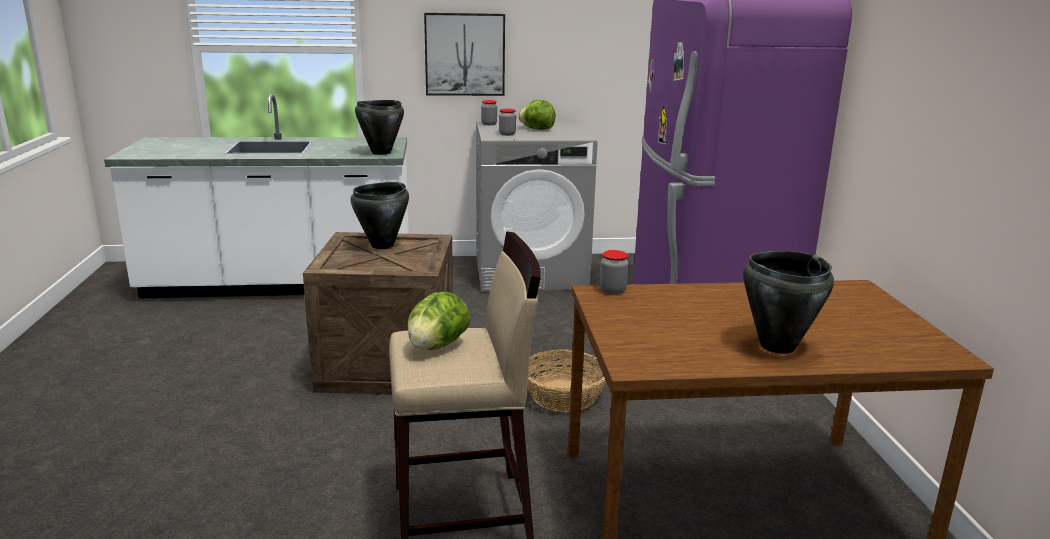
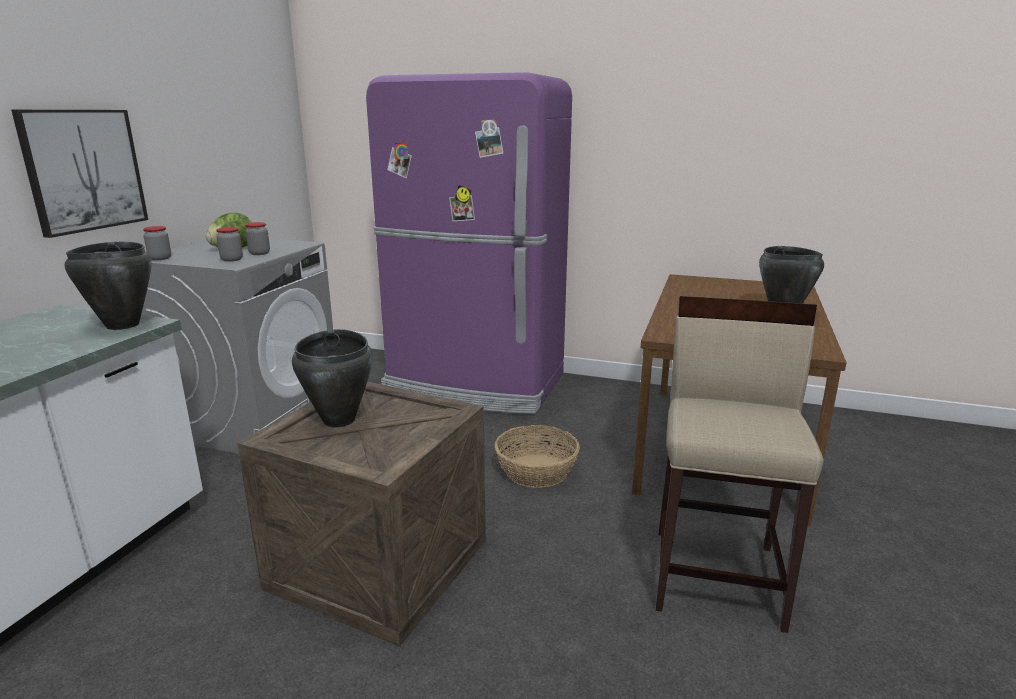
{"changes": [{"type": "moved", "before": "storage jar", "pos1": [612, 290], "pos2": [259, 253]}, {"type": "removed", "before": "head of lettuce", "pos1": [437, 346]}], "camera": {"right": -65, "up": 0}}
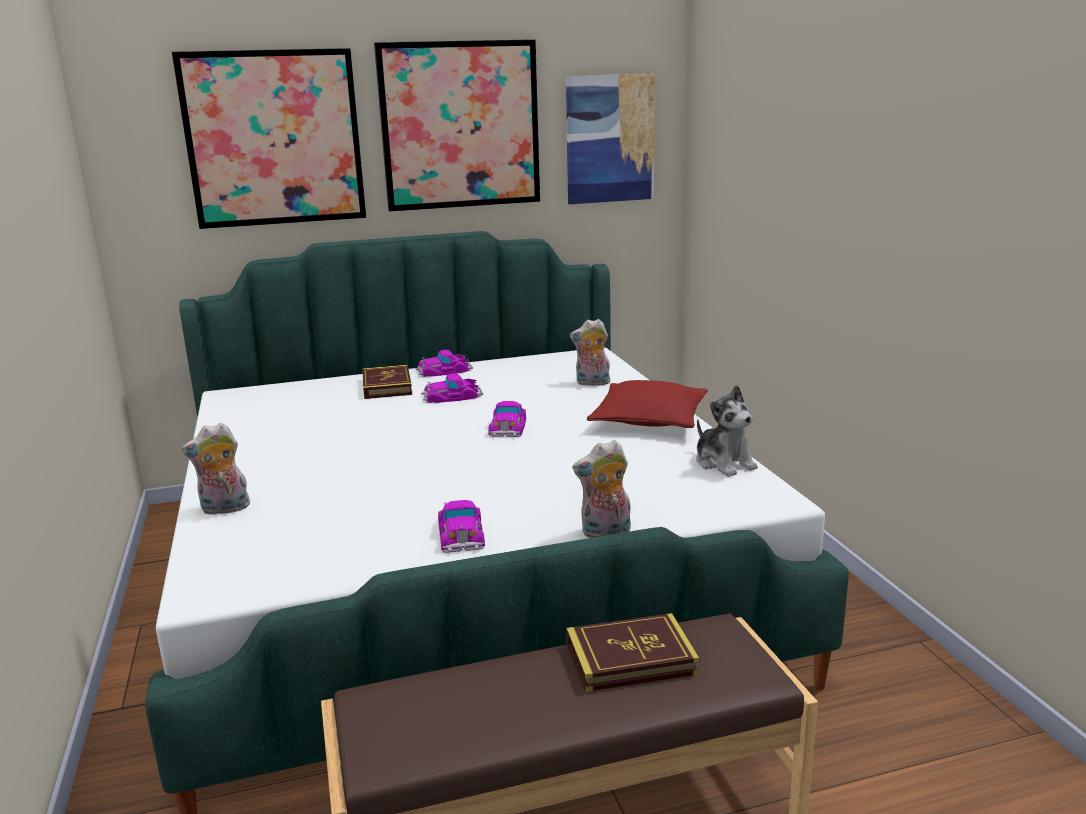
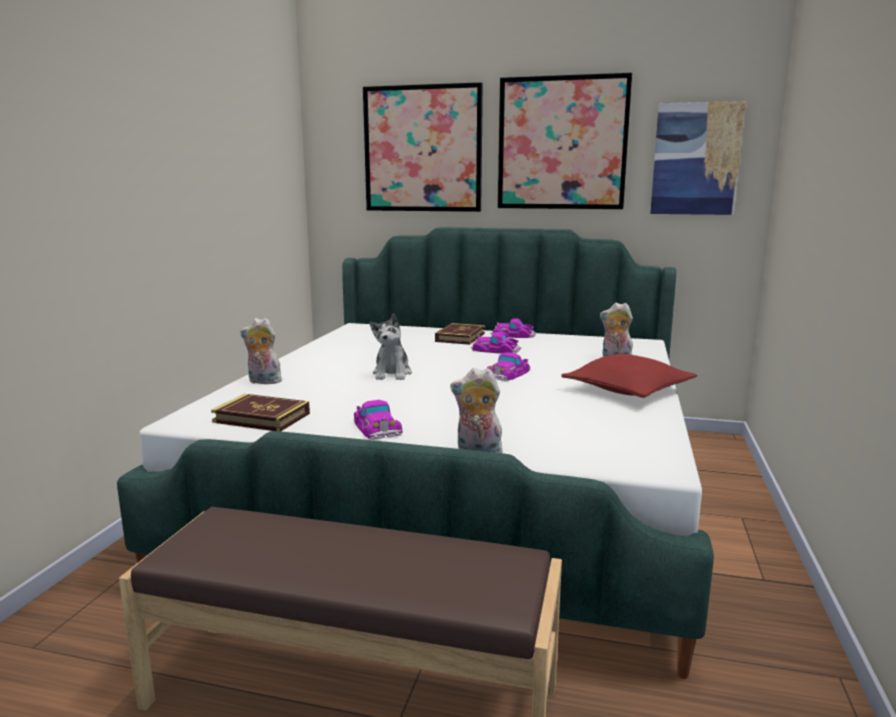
{"changes": [{"type": "moved", "before": "cuddly toy", "pos1": [724, 463], "pos2": [392, 374]}, {"type": "turned", "before": "toy car", "pos1": [461, 533], "pos2": [376, 427], "turn": -45}, {"type": "moved", "before": "volume", "pos1": [630, 659], "pos2": [262, 418]}], "camera": {"right": 30, "up": -5}}
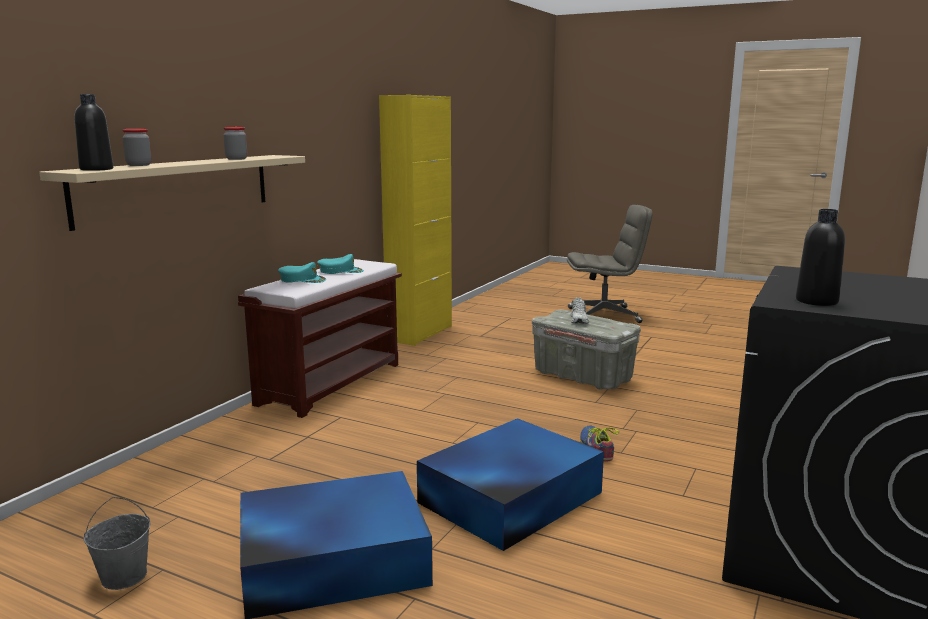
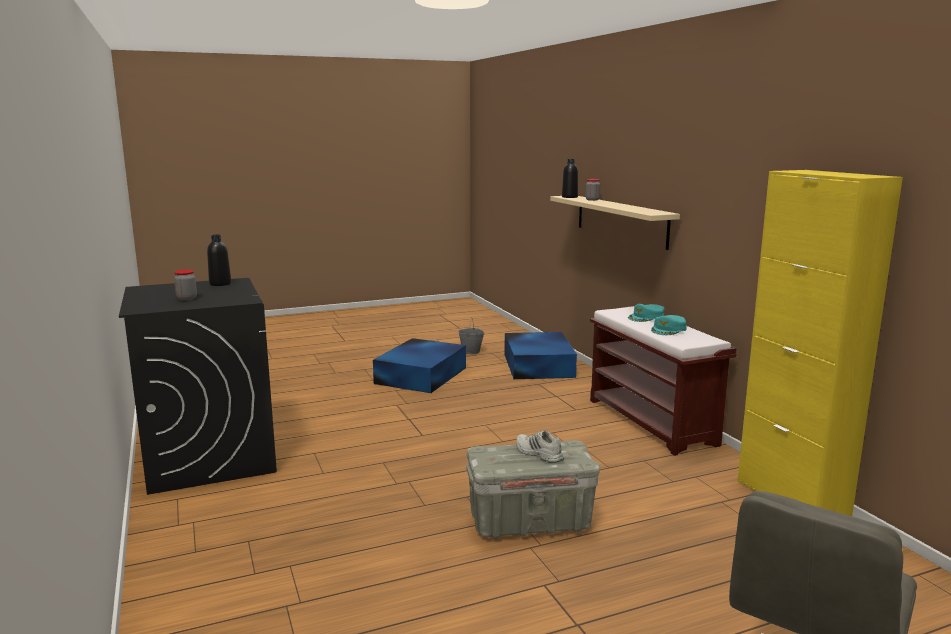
{"changes": [{"type": "moved", "before": "storage jar", "pos1": [236, 159], "pos2": [187, 298]}, {"type": "moved", "before": "blue storage container", "pos1": [508, 498], "pos2": [538, 365]}, {"type": "removed", "before": "low shoe", "pos1": [596, 448]}], "camera": {"right": 130, "up": 0}}
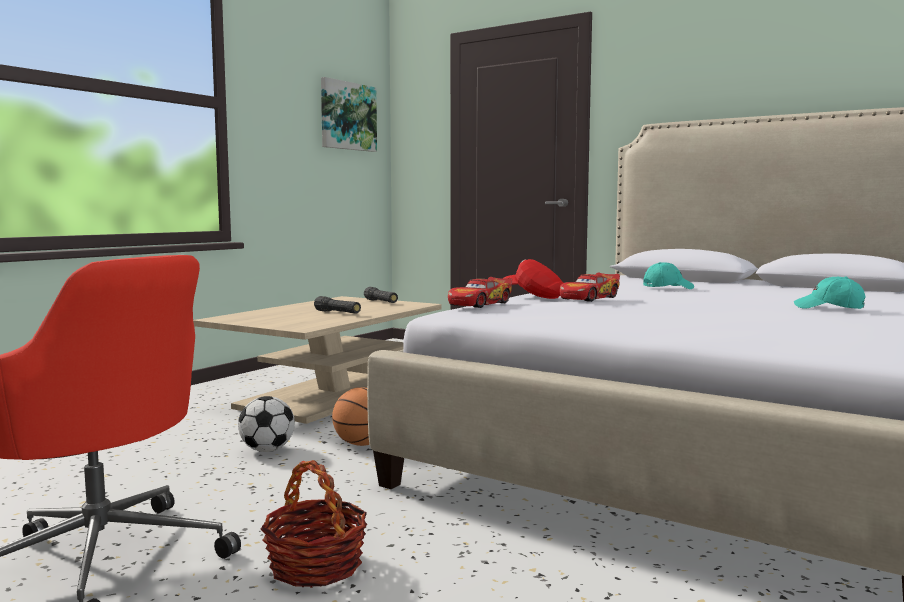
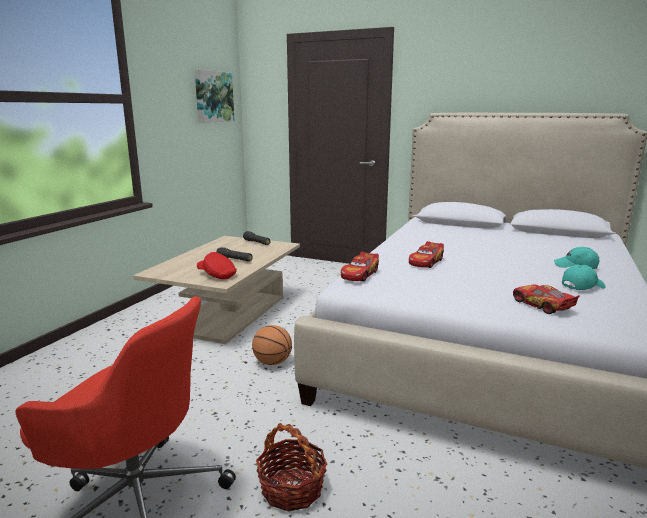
{"changes": [{"type": "moved", "before": "reddish cap", "pos1": [535, 296], "pos2": [217, 275]}, {"type": "moved", "before": "blue-green cap", "pos1": [667, 288], "pos2": [582, 286]}, {"type": "removed", "before": "ball for football", "pos1": [267, 450]}, {"type": "added", "after": "toy car", "pos2": [542, 305]}], "camera": {"right": -10, "up": 10}}
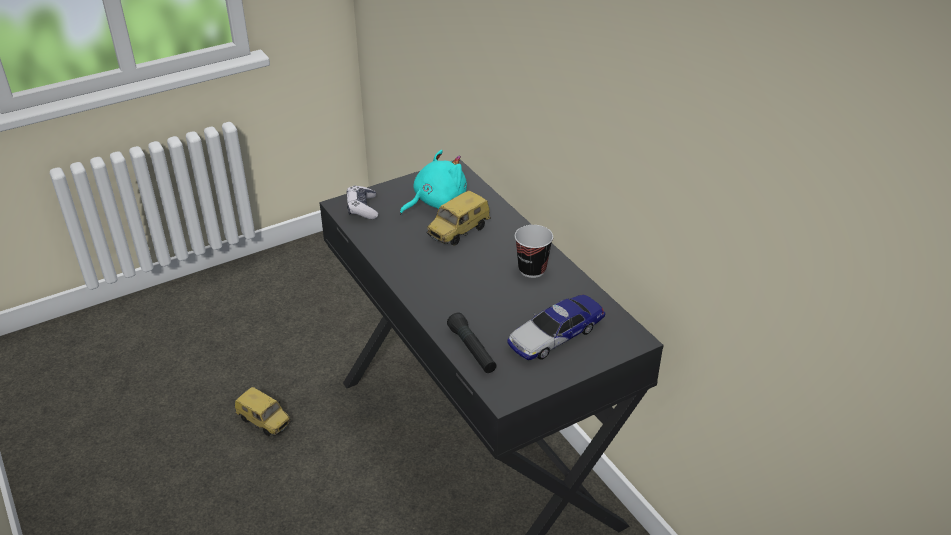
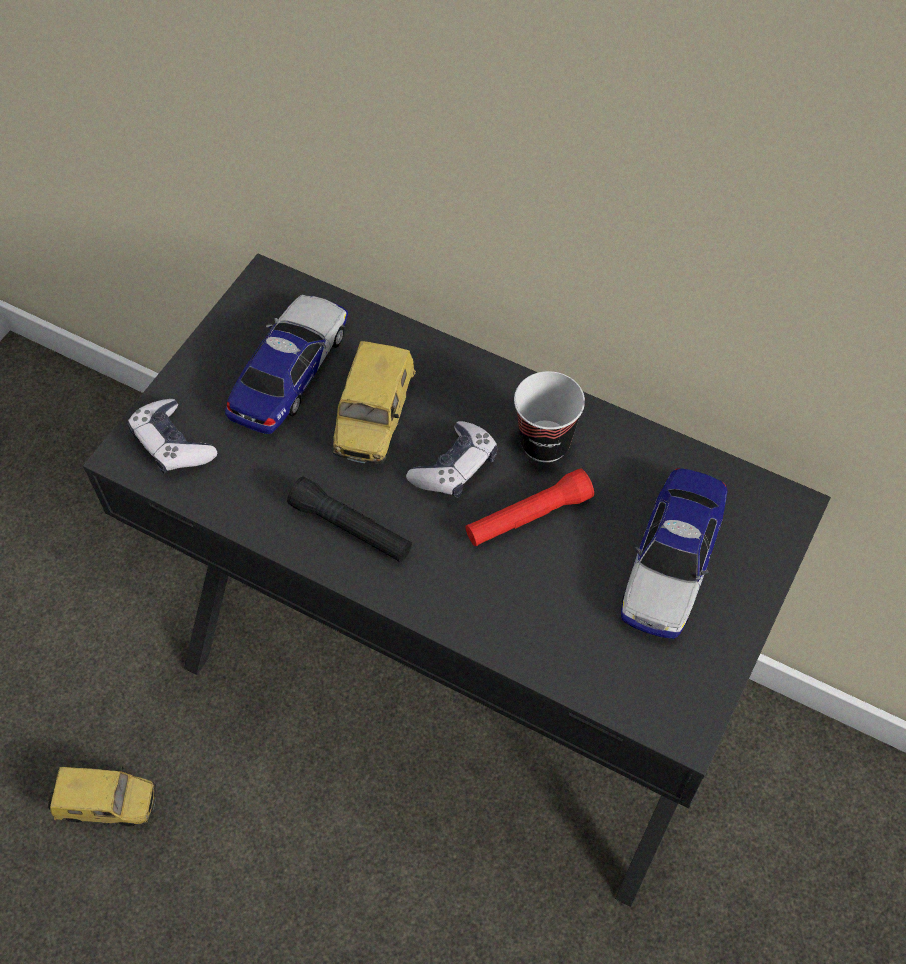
{"changes": [{"type": "replaced", "before": "blue-green cuddly toy", "after": "toy car", "pos1": [436, 202], "pos2": [290, 371]}, {"type": "moved", "before": "black-coloured hand torch", "pos1": [472, 350], "pos2": [351, 528]}, {"type": "added", "after": "gamepad", "pos2": [455, 467]}, {"type": "added", "after": "reddish hand torch", "pos2": [528, 517]}], "camera": {"right": -30, "up": 20}}
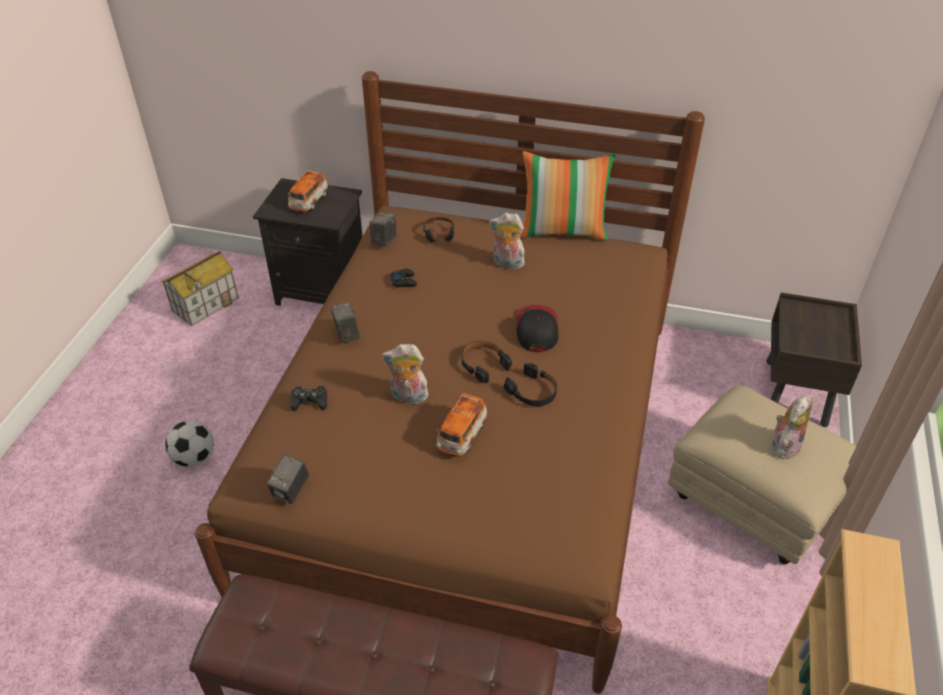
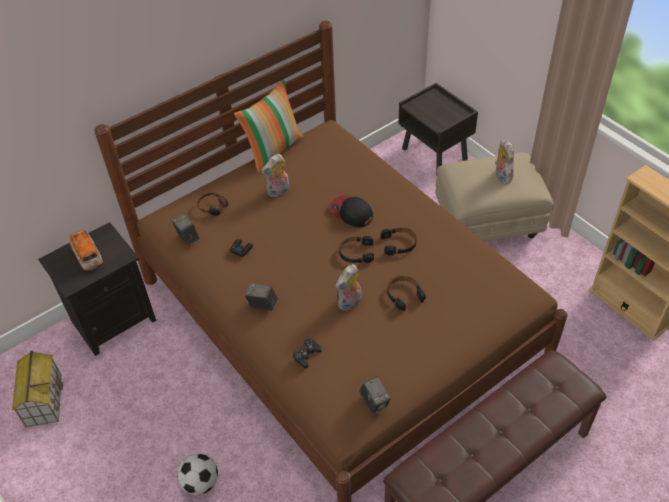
{"changes": [{"type": "replaced", "before": "toy car", "after": "black-coloured headphones", "pos1": [462, 435], "pos2": [404, 295]}], "camera": {"right": -50, "up": 5}}
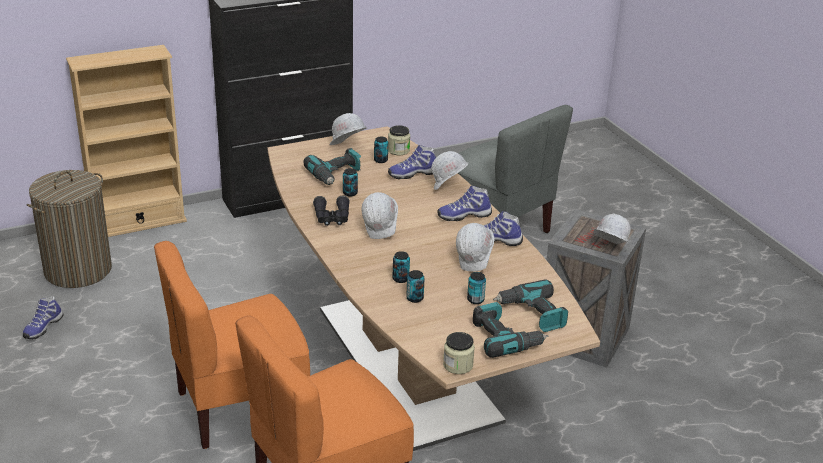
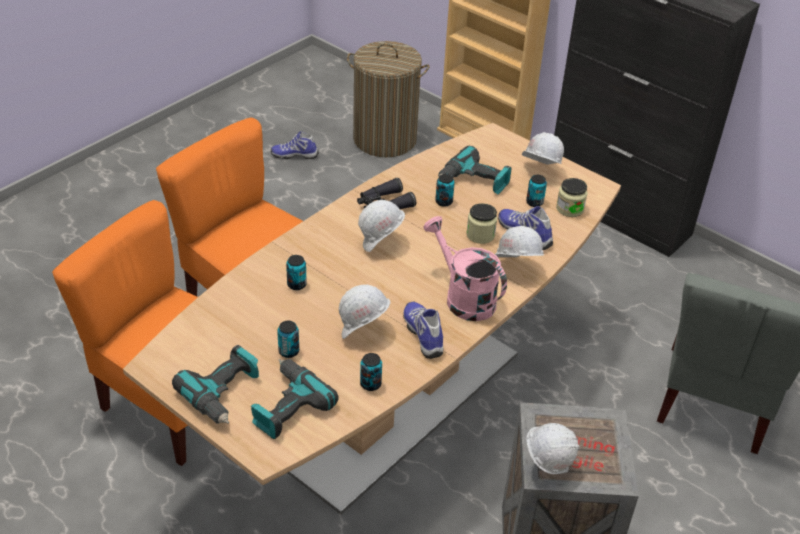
{"changes": [{"type": "replaced", "before": "low shoe", "after": "pink-coloured watering pot", "pos1": [464, 215], "pos2": [463, 297]}, {"type": "moved", "before": "can", "pos1": [415, 298], "pos2": [370, 384]}, {"type": "moved", "before": "storage jar", "pos1": [458, 365], "pos2": [480, 235]}], "camera": {"right": 65, "up": 10}}
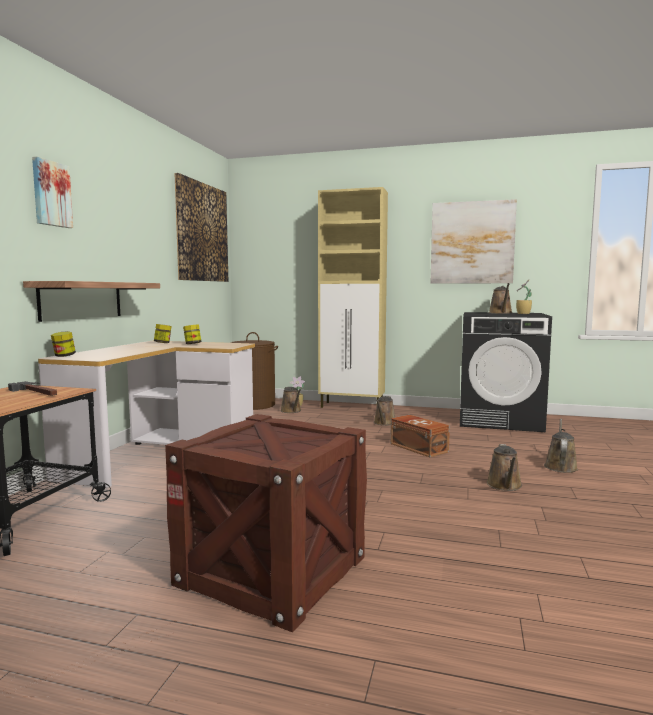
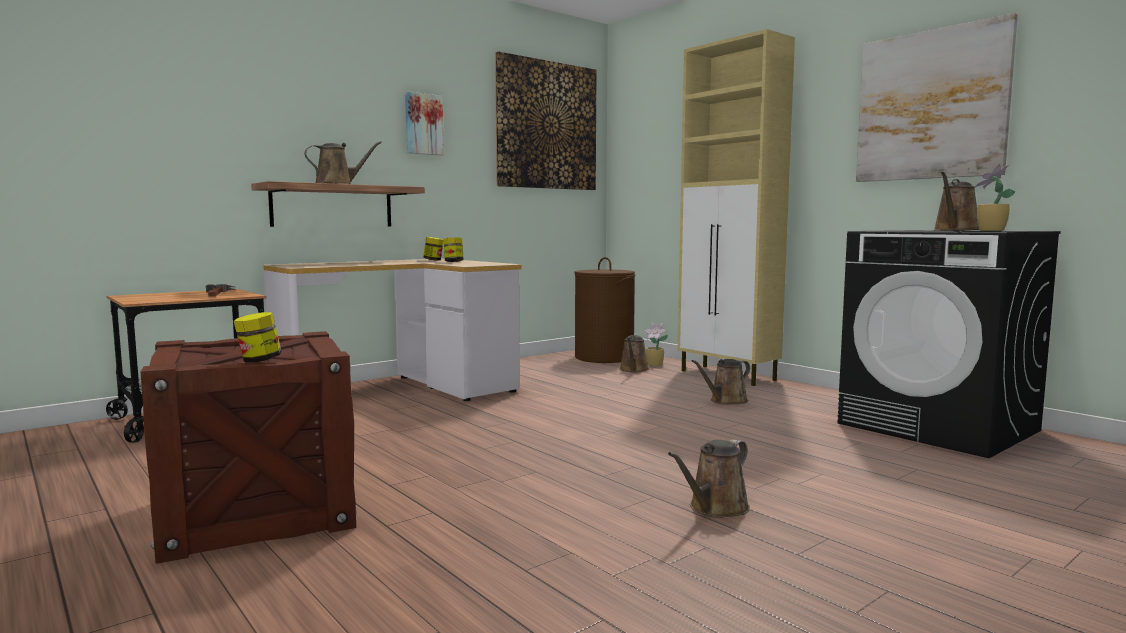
{"changes": [{"type": "moved", "before": "wall art", "pos1": [51, 194], "pos2": [423, 124]}, {"type": "moved", "before": "storage jar", "pos1": [64, 356], "pos2": [259, 360]}, {"type": "removed", "before": "brown-coloured storage container", "pos1": [418, 447]}, {"type": "moved", "before": "brown-coloured watering pot", "pos1": [560, 466], "pos2": [337, 184]}], "camera": {"right": 35, "up": 0}}
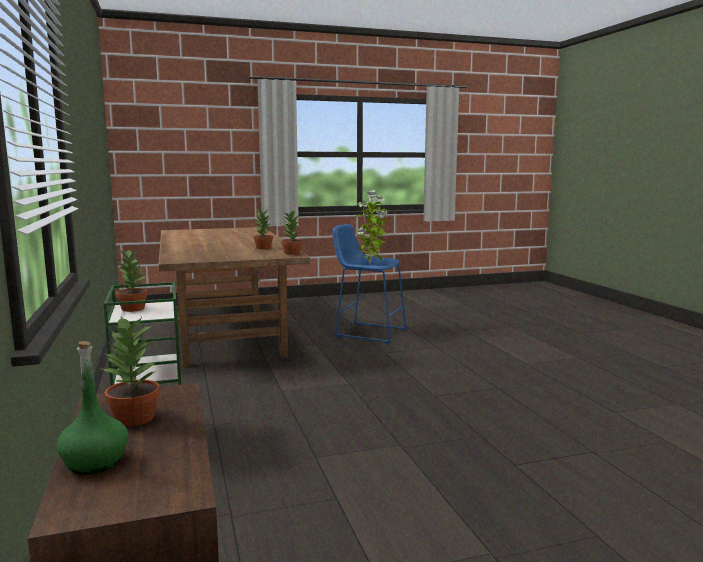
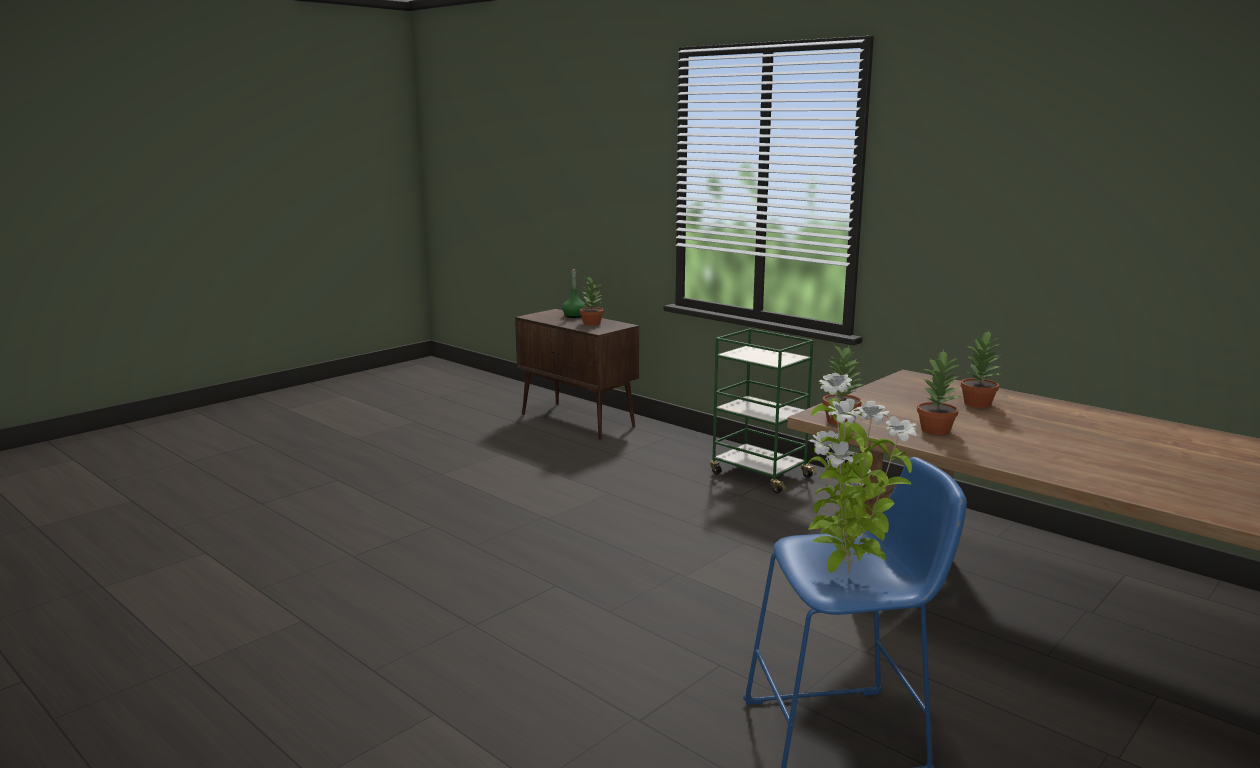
{"changes": [{"type": "moved", "before": "houseplant", "pos1": [132, 309], "pos2": [978, 404]}], "camera": {"right": 150, "up": 5}}
